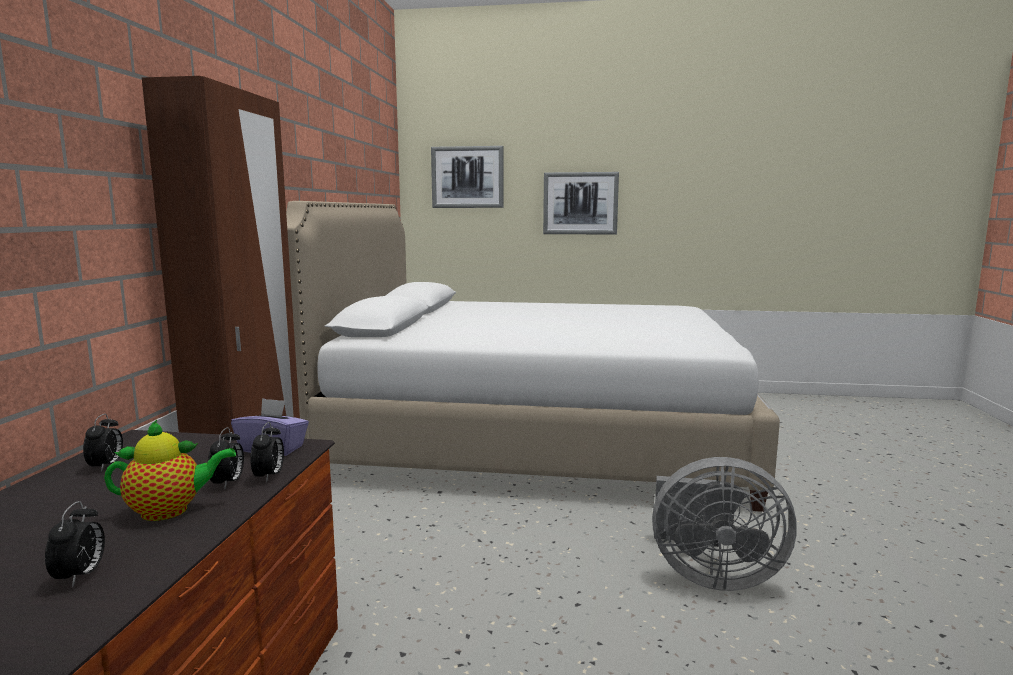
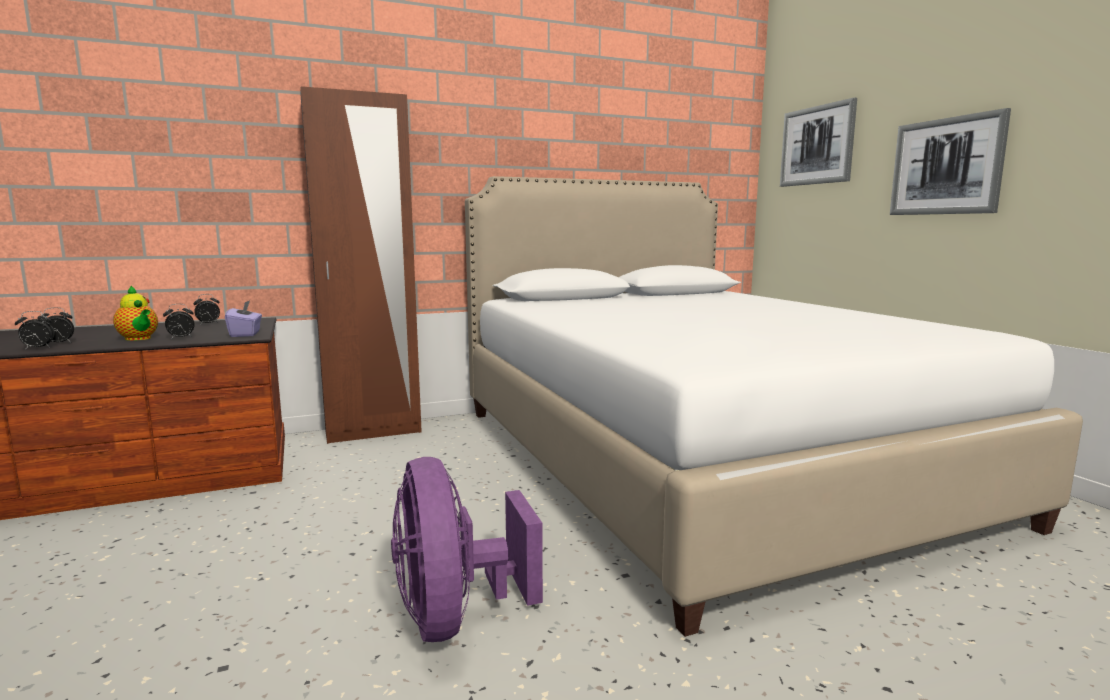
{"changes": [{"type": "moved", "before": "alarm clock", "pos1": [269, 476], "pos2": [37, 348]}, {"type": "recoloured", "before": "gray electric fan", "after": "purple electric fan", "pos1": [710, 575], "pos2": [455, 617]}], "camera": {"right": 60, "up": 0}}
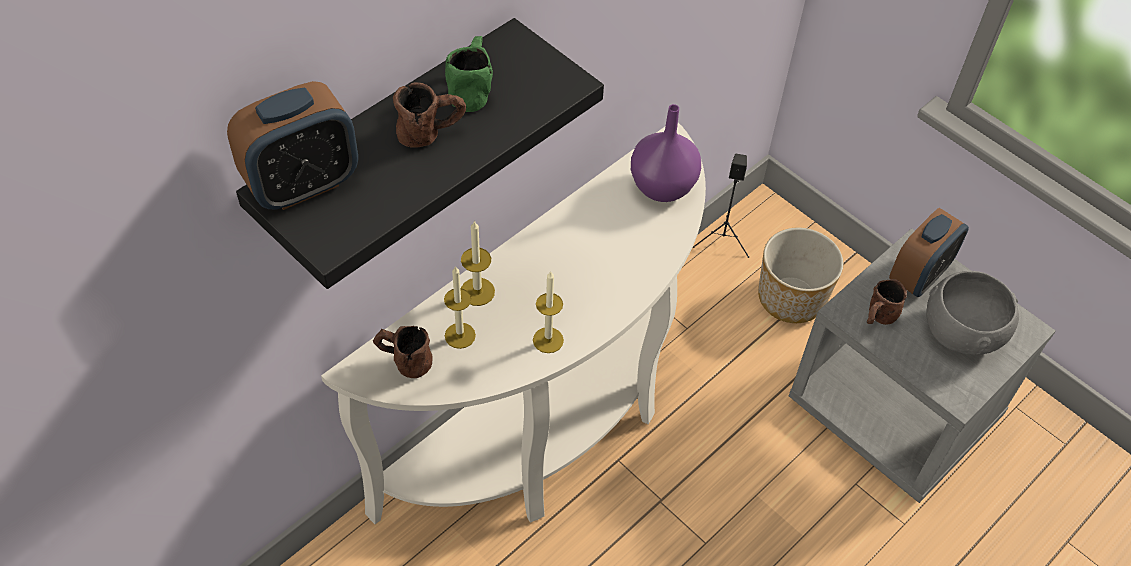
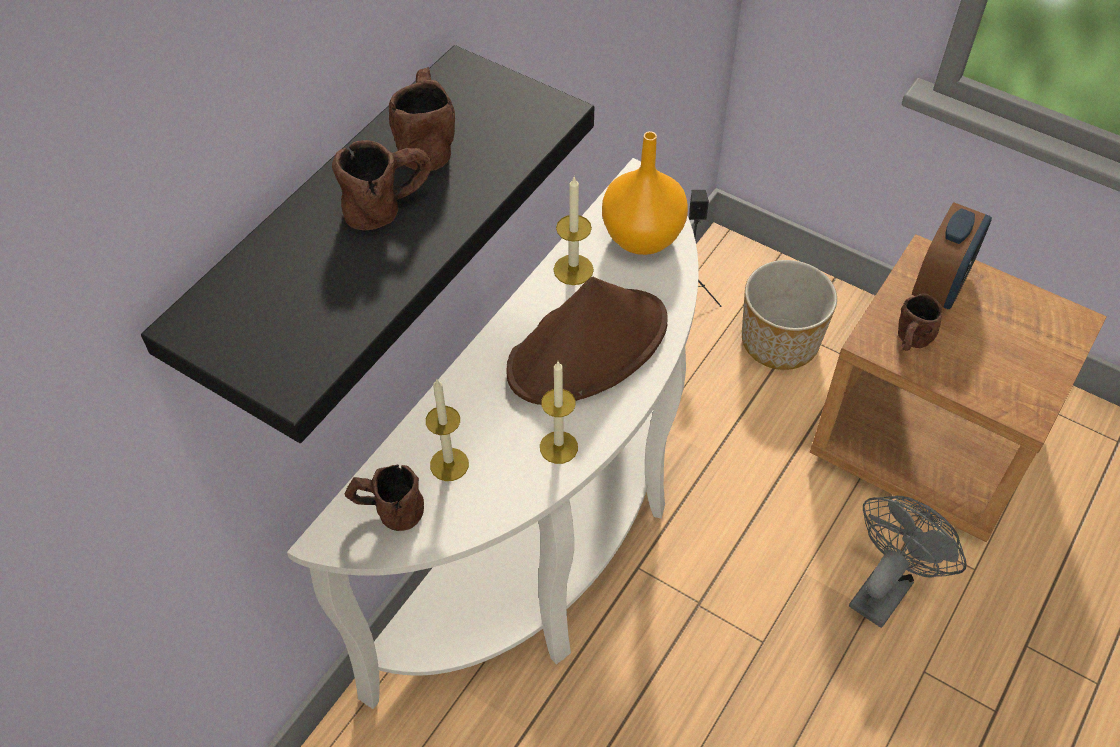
{"changes": [{"type": "recoloured", "before": "green-coloured coffee mug", "after": "brown-coloured coffee mug", "pos1": [471, 88], "pos2": [425, 140]}, {"type": "removed", "before": "alarm clock", "pos1": [302, 185]}, {"type": "recoloured", "before": "purple vase", "after": "orangey vase", "pos1": [664, 187], "pos2": [644, 237]}, {"type": "moved", "before": "wax candle", "pos1": [477, 291], "pos2": [573, 269]}, {"type": "recoloured", "before": "gray bedside table", "after": "brown-coloured bedside table", "pos1": [894, 411], "pos2": [927, 444]}, {"type": "removed", "before": "gray serving bowl", "pos1": [961, 330]}, {"type": "added", "after": "brown-coloured clothing hat", "pos2": [588, 347]}, {"type": "added", "after": "gray electric fan", "pos2": [885, 586]}], "camera": {"right": -10, "up": 0}}
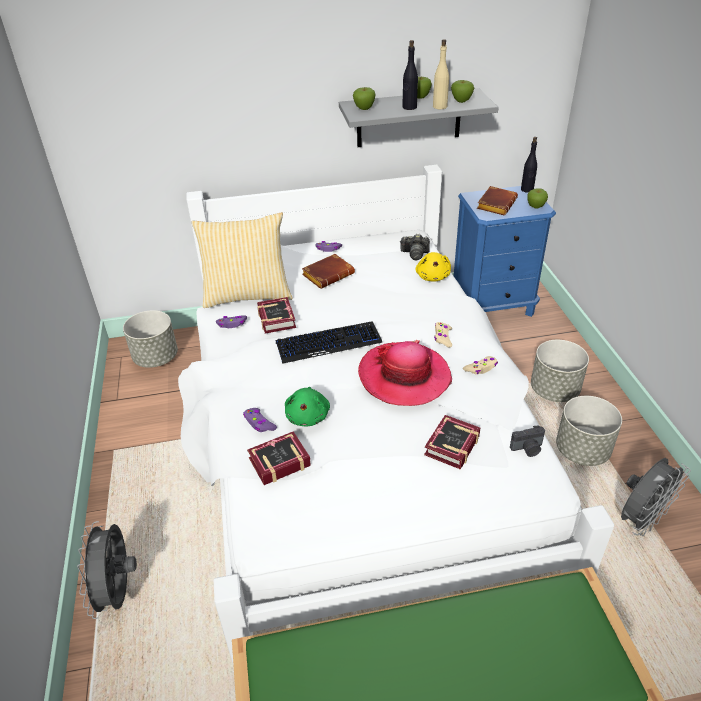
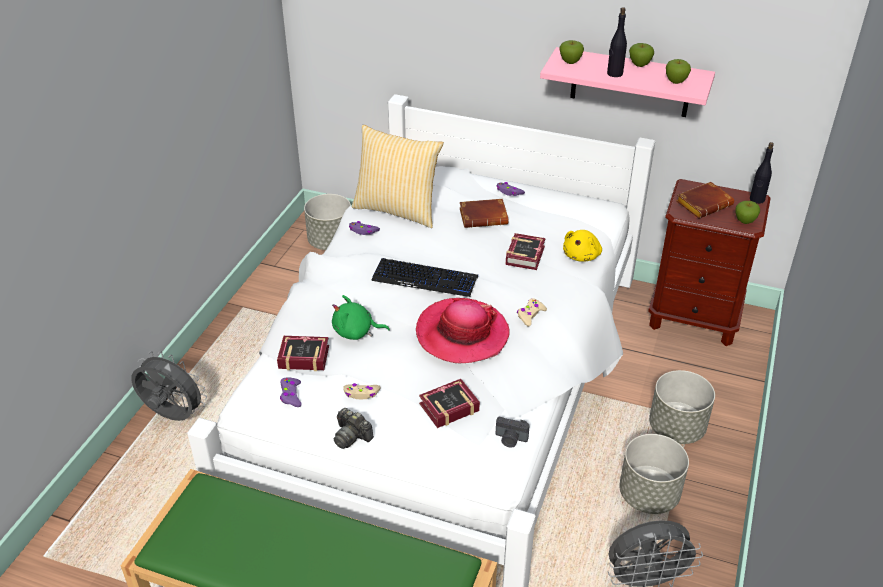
{"changes": [{"type": "removed", "before": "sand-coloured beverage bottle", "pos1": [439, 106]}, {"type": "recoloured", "before": "gray bracket shelf", "after": "pink-coloured bracket shelf", "pos1": [409, 118], "pos2": [630, 83]}, {"type": "recoloured", "before": "blue bedside table", "after": "brown-coloured bedside table", "pos1": [493, 305], "pos2": [694, 318]}, {"type": "moved", "before": "photo camera", "pos1": [415, 254], "pos2": [351, 436]}, {"type": "moved", "before": "volume", "pos1": [277, 317], "pos2": [526, 254]}, {"type": "moved", "before": "sand-coloured gamepad", "pos1": [481, 368], "pos2": [361, 394]}, {"type": "turned", "before": "green-coloured cuddly toy", "pos1": [308, 416], "pos2": [356, 332], "turn": 60}, {"type": "moved", "before": "purple gamepad", "pos1": [259, 423], "pos2": [291, 395]}, {"type": "turned", "before": "gray electric fan", "pos1": [119, 592], "pos2": [172, 416], "turn": 90}], "camera": {"right": 30, "up": 0}}
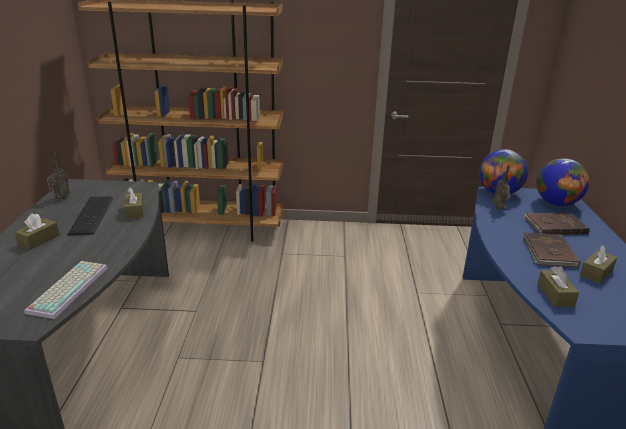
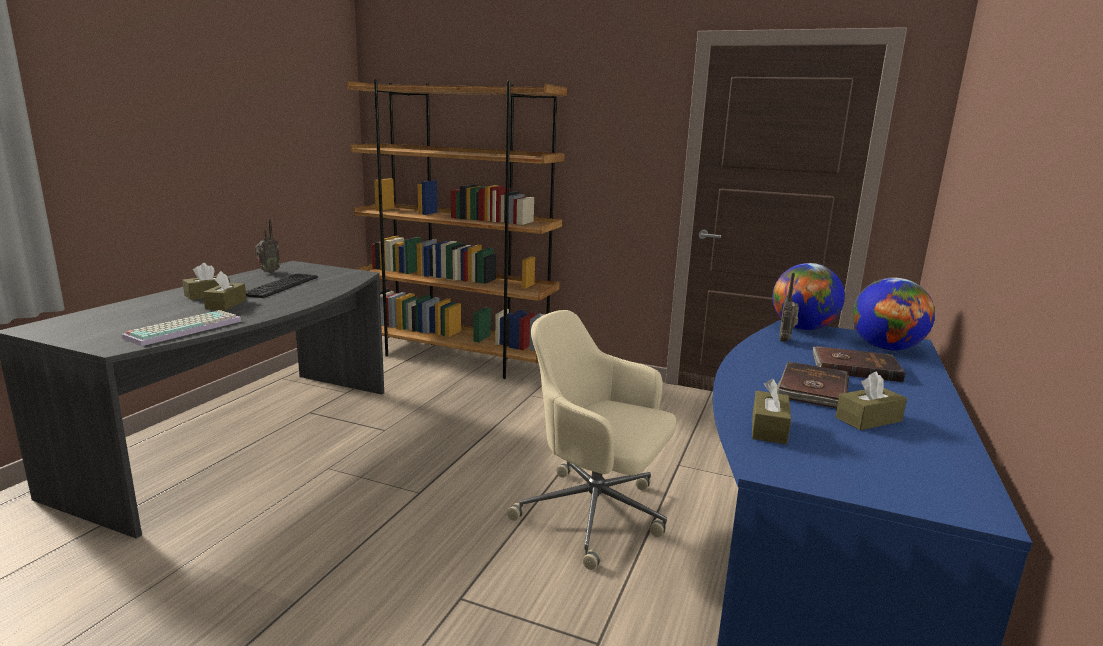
{"changes": [{"type": "moved", "before": "brown-coloured tissue box", "pos1": [135, 211], "pos2": [226, 304]}, {"type": "added", "after": "sand-coloured desk chair", "pos2": [595, 515]}], "camera": {"right": 20, "up": -10}}
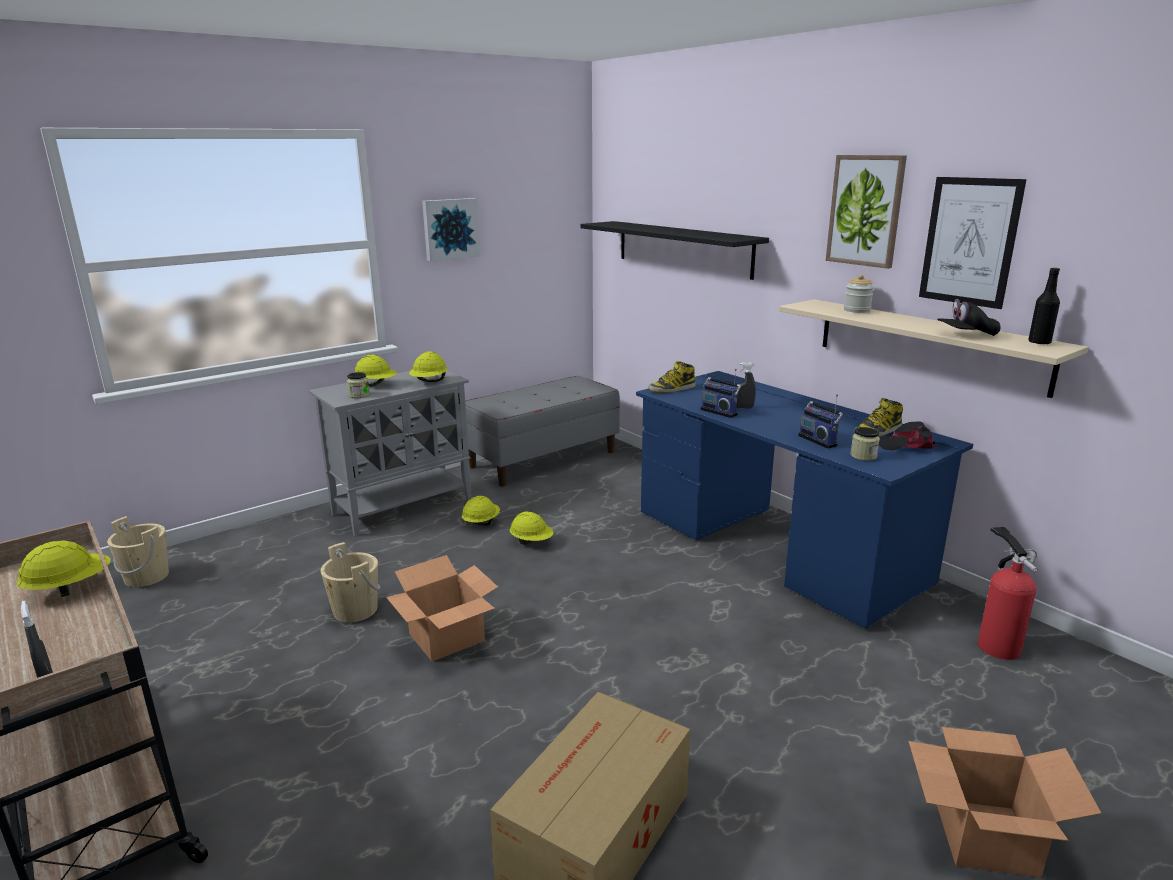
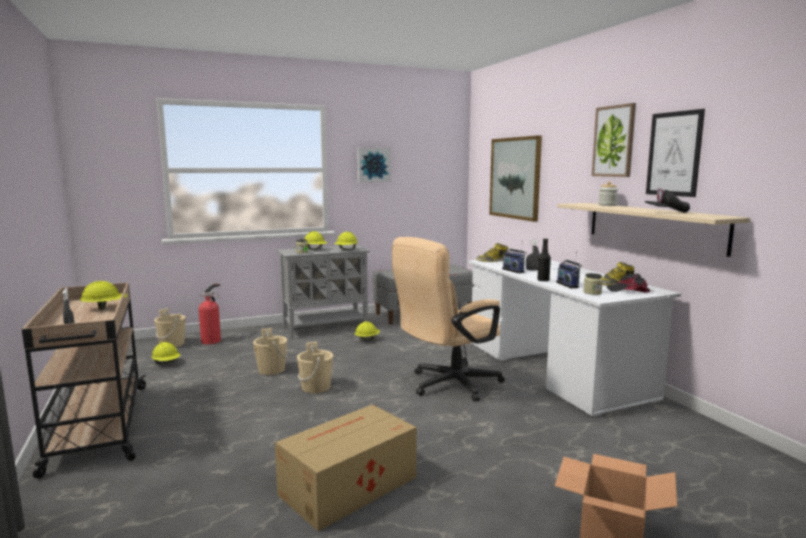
{"changes": [{"type": "replaced", "before": "black-coloured bracket shelf", "after": "wall art", "pos1": [682, 248], "pos2": [515, 178]}, {"type": "moved", "before": "black-coloured beverage bottle", "pos1": [1039, 342], "pos2": [543, 280]}, {"type": "recoloured", "before": "blue desk table", "after": "white desk table", "pos1": [776, 546], "pos2": [554, 369]}, {"type": "moved", "before": "yellow work helmet", "pos1": [532, 541], "pos2": [166, 363]}, {"type": "moved", "before": "fire extinguisher", "pos1": [996, 645], "pos2": [212, 340]}, {"type": "replaced", "before": "carton", "after": "sand-coloured water bucket", "pos1": [447, 637], "pos2": [316, 387]}, {"type": "added", "after": "sand-coloured desk chair", "pos2": [447, 385]}], "camera": {"right": 15, "up": -10}}
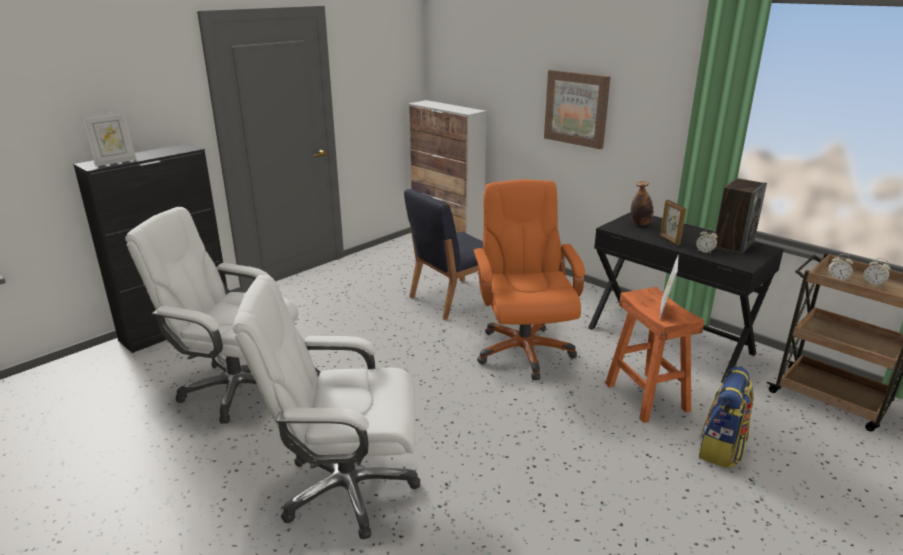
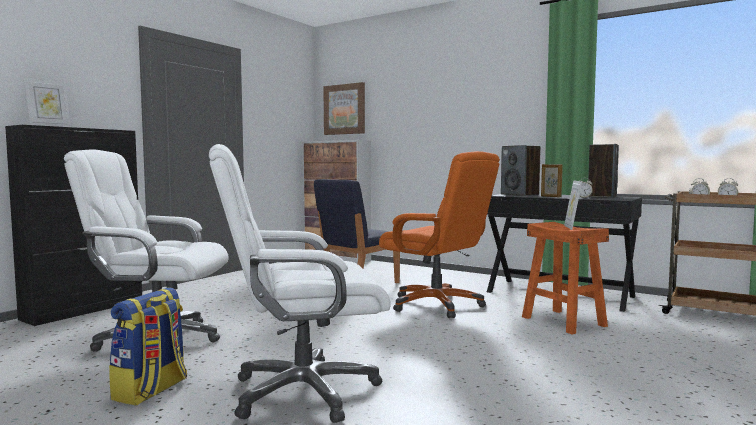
{"changes": [{"type": "moved", "before": "wall art", "pos1": [576, 108], "pos2": [344, 109]}, {"type": "turned", "before": "orangey desk chair", "pos1": [523, 351], "pos2": [437, 305], "turn": 150}, {"type": "replaced", "before": "beverage bottle", "after": "speaker", "pos1": [640, 224], "pos2": [520, 194]}, {"type": "moved", "before": "rucksack", "pos1": [721, 449], "pos2": [151, 390]}], "camera": {"right": -10, "up": -20}}
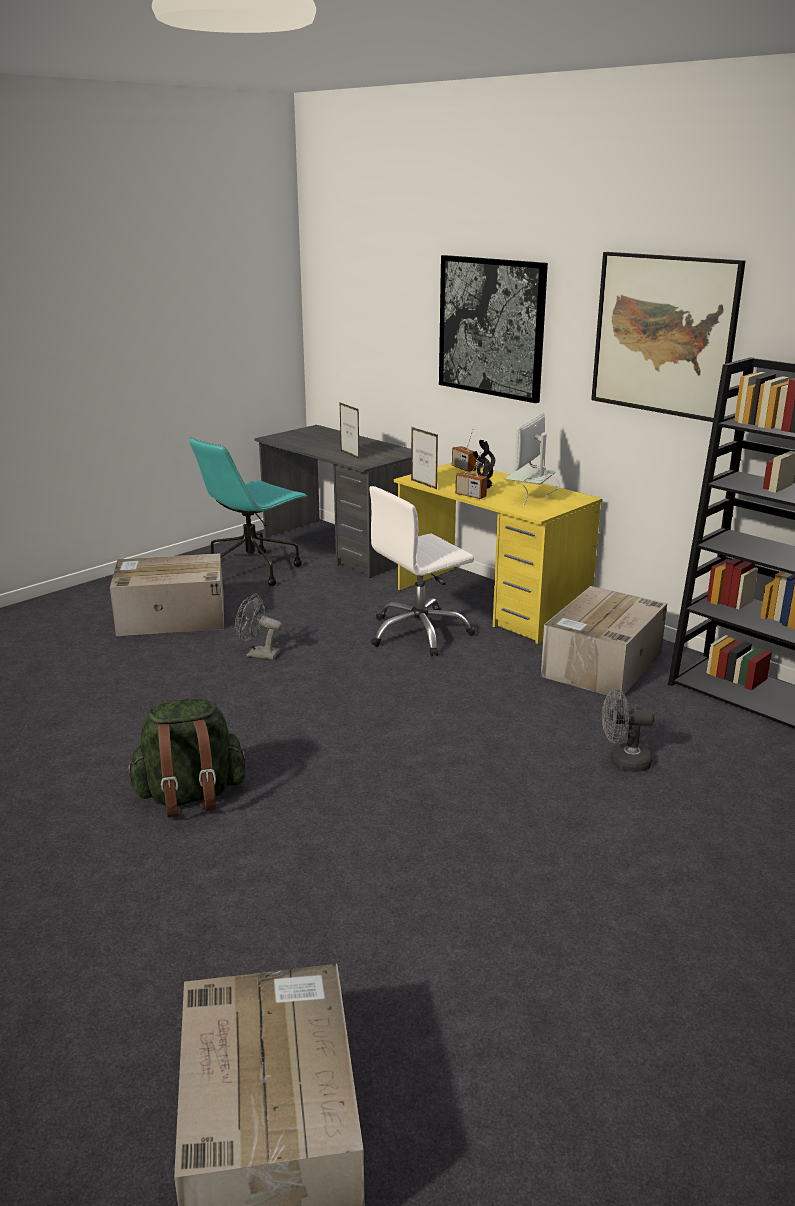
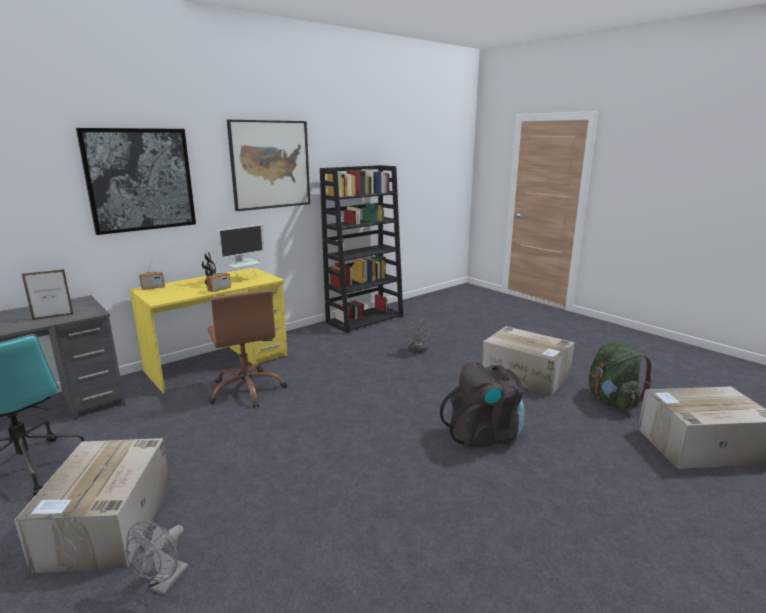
{"changes": [{"type": "turned", "before": "monitor", "pos1": [530, 500], "pos2": [243, 278], "turn": -75}, {"type": "removed", "before": "picture frame", "pos1": [423, 484]}, {"type": "recoloured", "before": "white desk chair", "after": "brown-coloured desk chair", "pos1": [419, 633], "pos2": [247, 390]}, {"type": "moved", "before": "carton", "pos1": [601, 665], "pos2": [526, 375]}, {"type": "moved", "before": "gray electric fan", "pos1": [258, 654], "pos2": [164, 583]}, {"type": "moved", "before": "green-coloured rucksack", "pos1": [190, 796], "pos2": [612, 400]}, {"type": "added", "after": "black-coloured rucksack", "pos2": [484, 435]}], "camera": {"right": -85, "up": -5}}
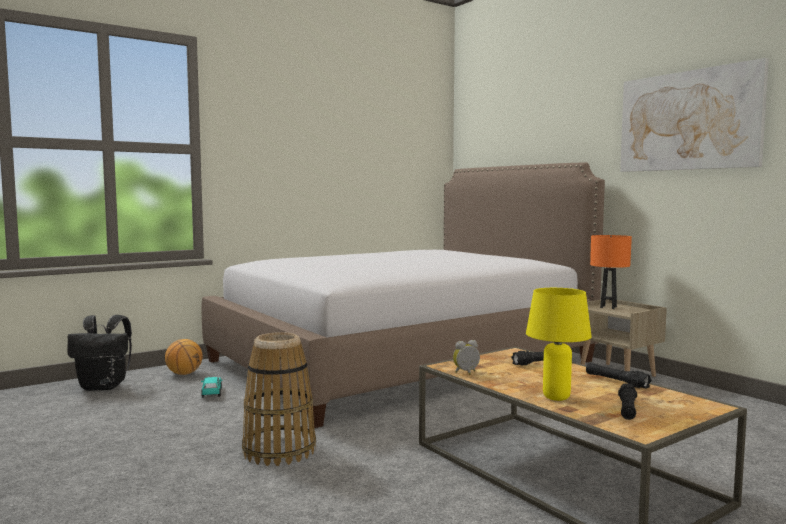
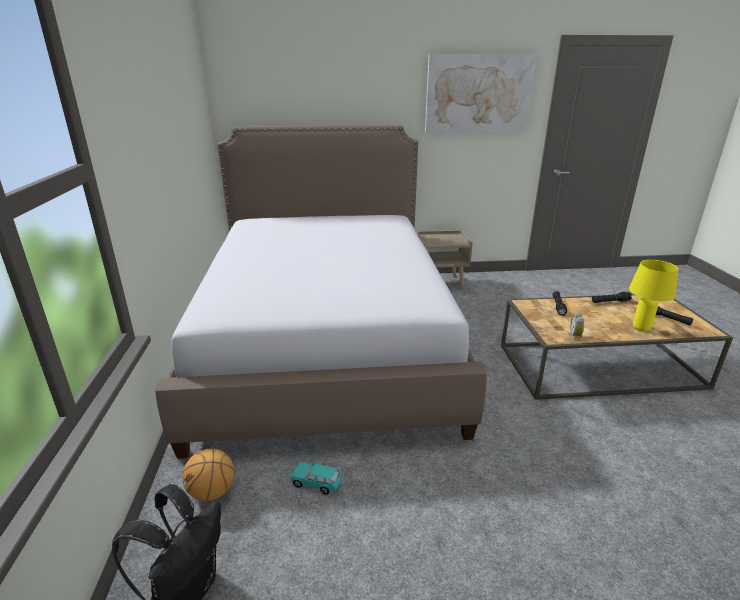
{"changes": [{"type": "removed", "before": "orangey lamp for a table", "pos1": [608, 307]}, {"type": "removed", "before": "household basket", "pos1": [279, 450]}], "camera": {"right": -60, "up": 20}}
